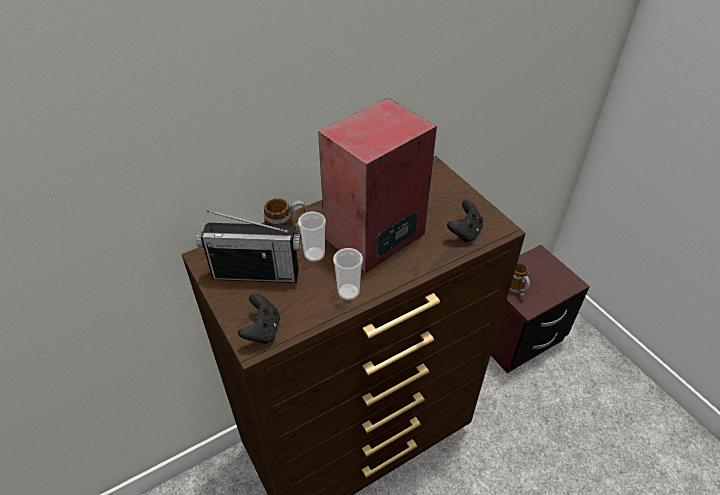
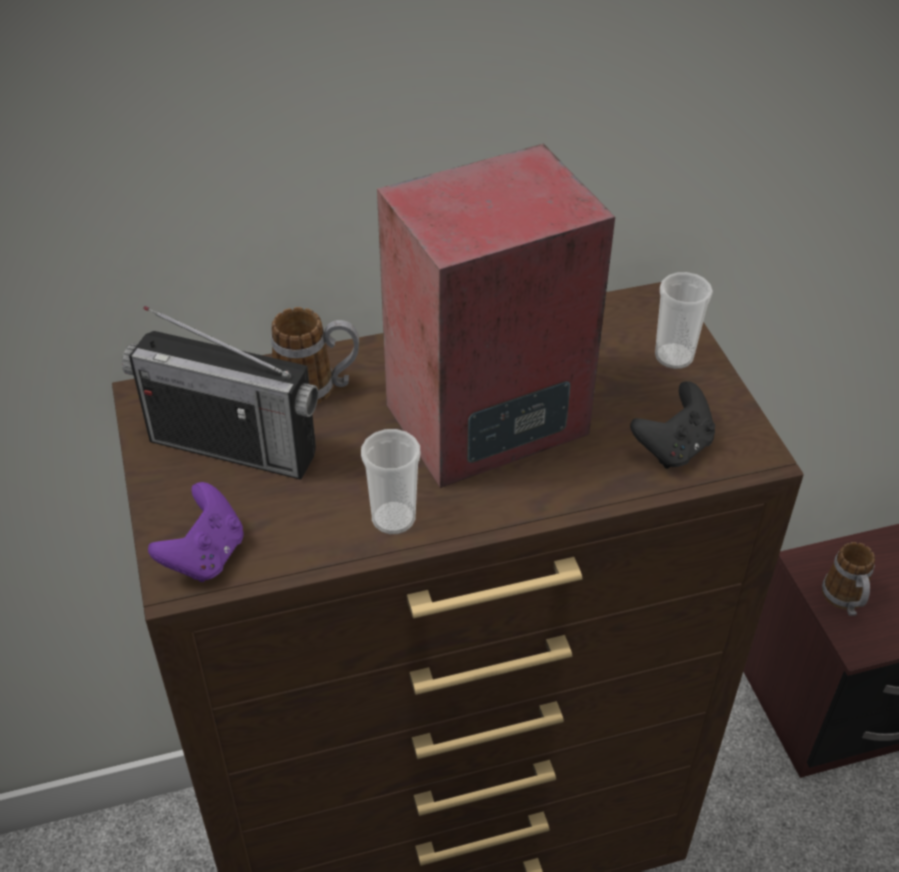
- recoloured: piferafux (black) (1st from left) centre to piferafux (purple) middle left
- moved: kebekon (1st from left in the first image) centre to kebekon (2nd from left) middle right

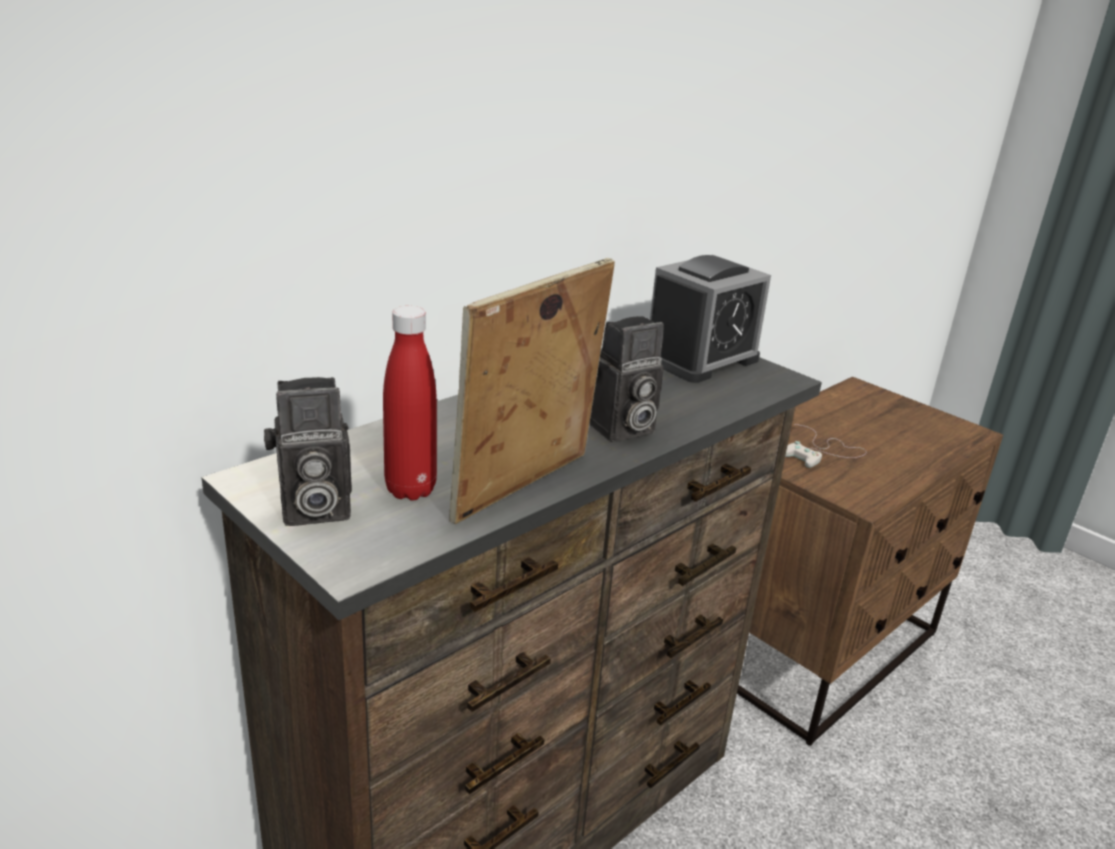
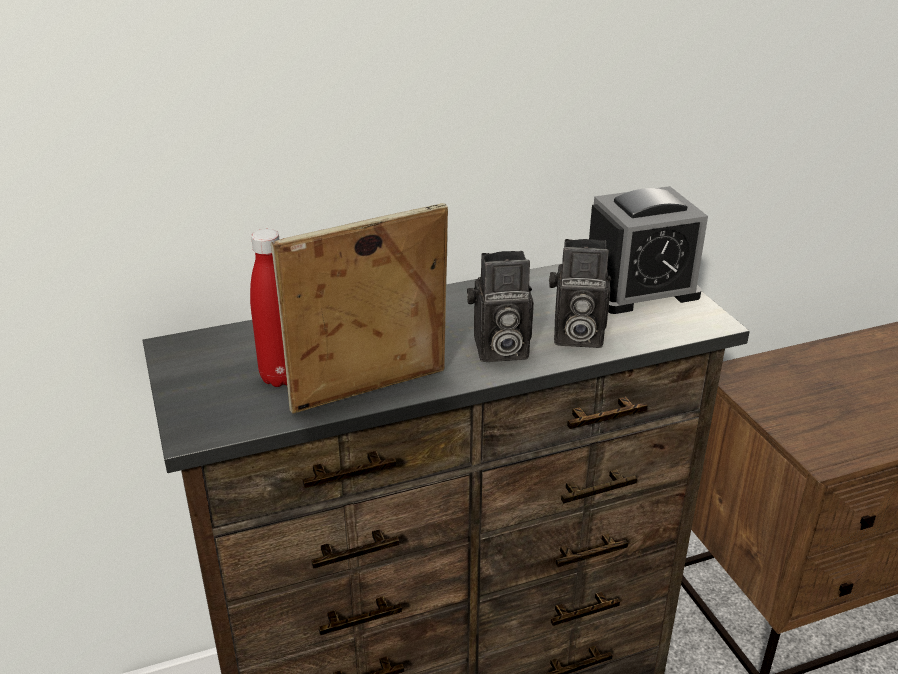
- moved: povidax (1st from left in the first image) middle left to povidax (2nd from left) centre
- removed: piferafux (white) middle right

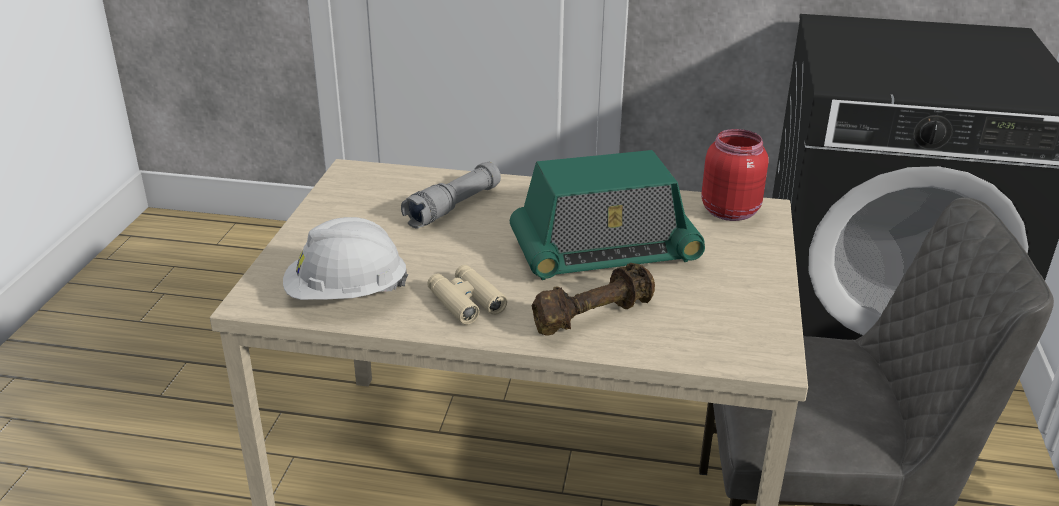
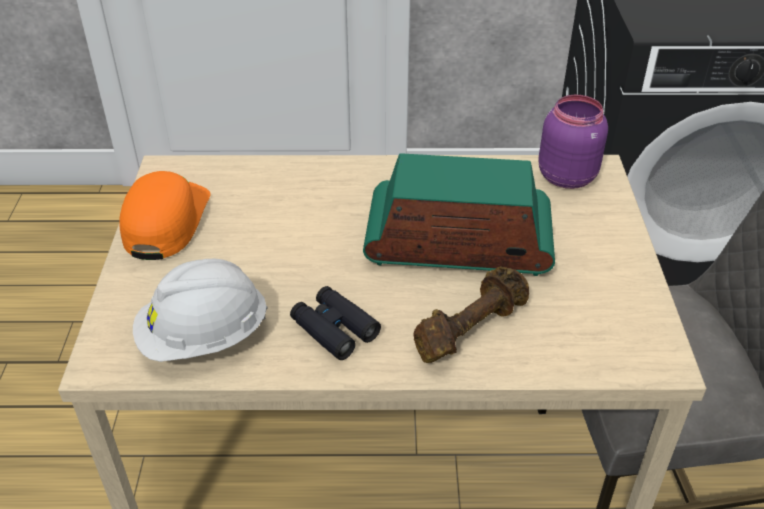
- added: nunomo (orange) middle left
- recoloured: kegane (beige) centre to kegane (black) centre
- turned: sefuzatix centre = centre 150 degrees counterclockwise
- recoloured: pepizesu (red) middle right to pepizesu (purple) top right
- removed: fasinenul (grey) centre

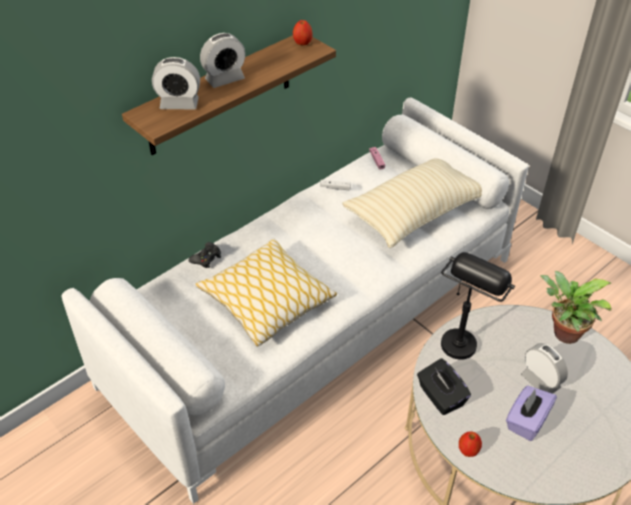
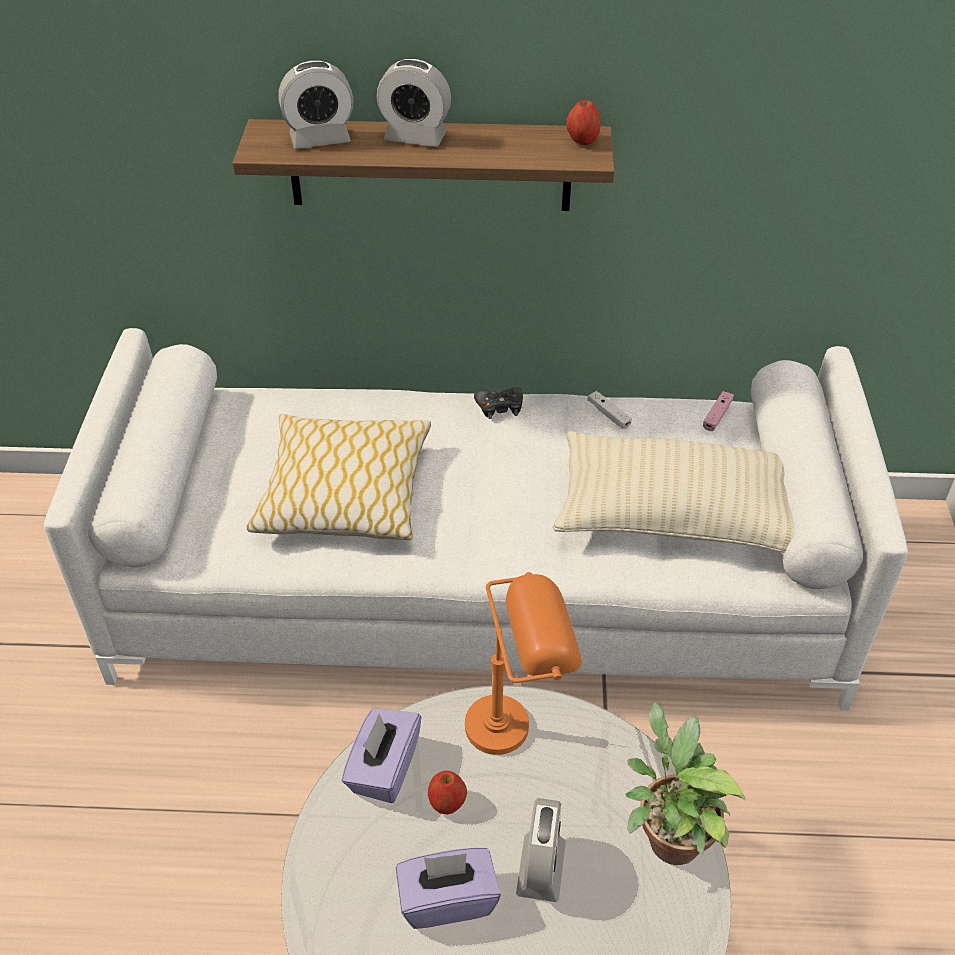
- turned: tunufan (1st from left) top left = top left 60 degrees counterclockwise
- recoloured: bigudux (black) bottom right to bigudux (purple) (1st from left) bottom centre
- moved: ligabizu (2nd from left in the first image) bottom right to ligabizu (1st from left) bottom centre
- recoloured: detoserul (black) middle right to detoserul (orange) bottom centre
- moved: piferafux (black) middle left to centre

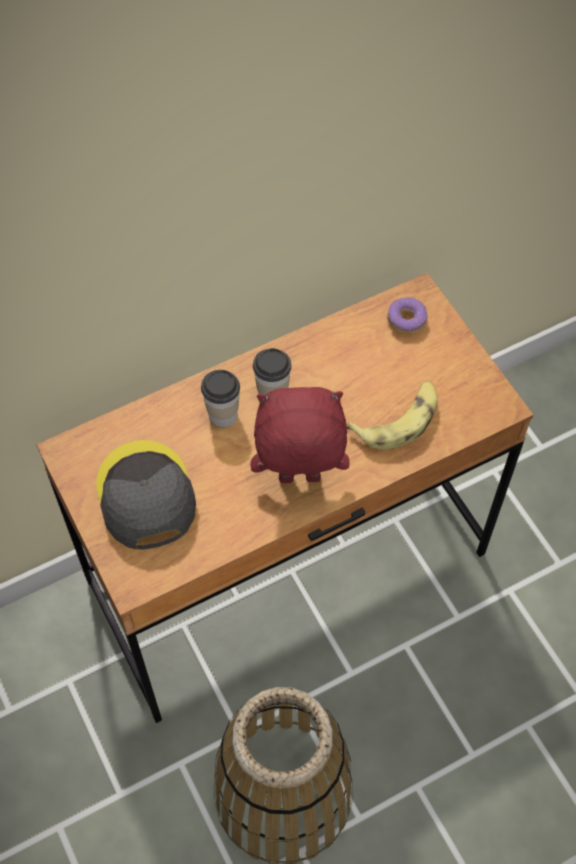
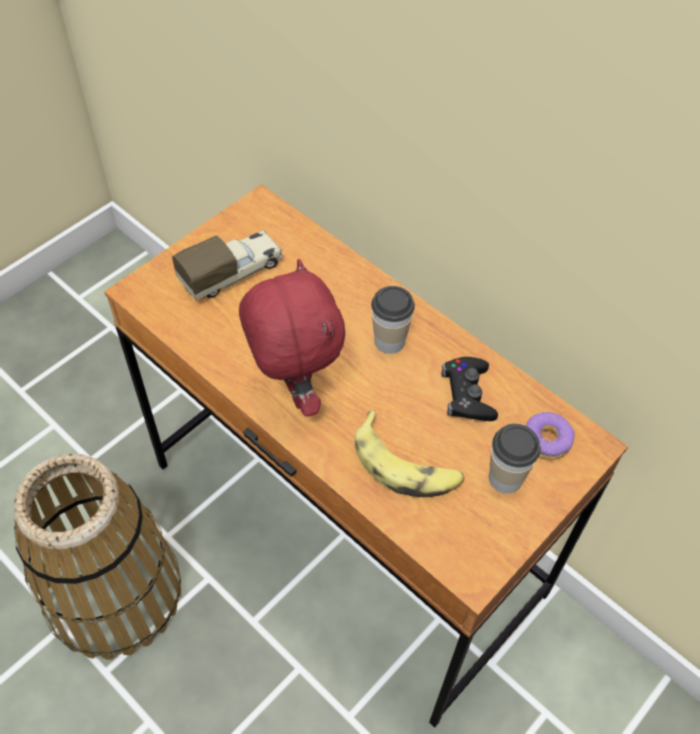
- replaced: nunomo (grey) middle left to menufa middle left
- added: piferafux (black) middle right
- moved: kebekon (1st from left in the first image) centre to kebekon (2nd from left) middle right

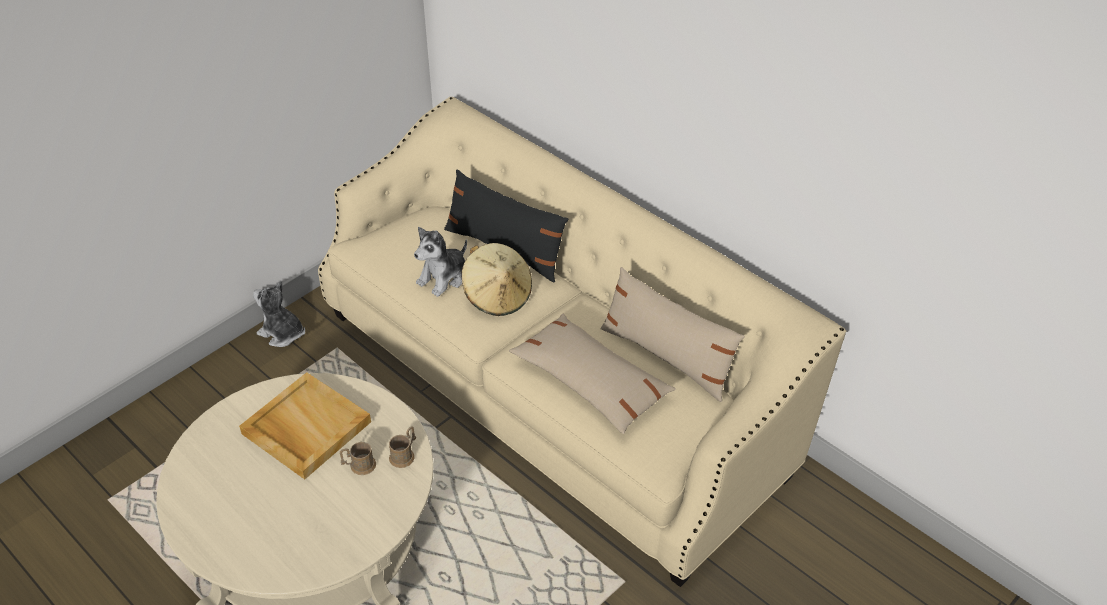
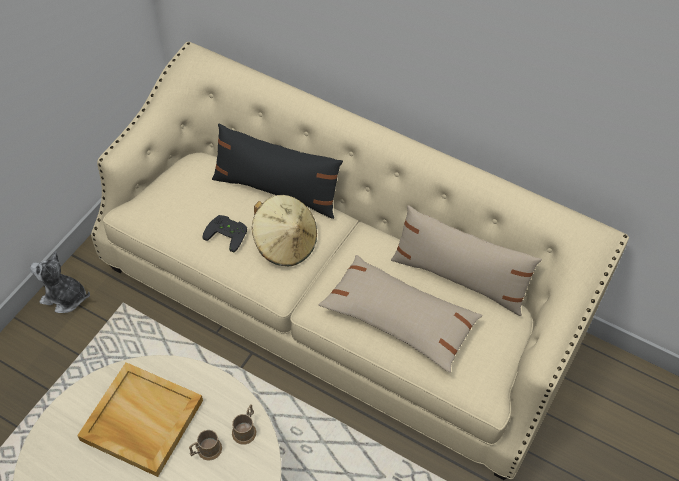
- replaced: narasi (2nd from left) centre to piferafux (black) middle left

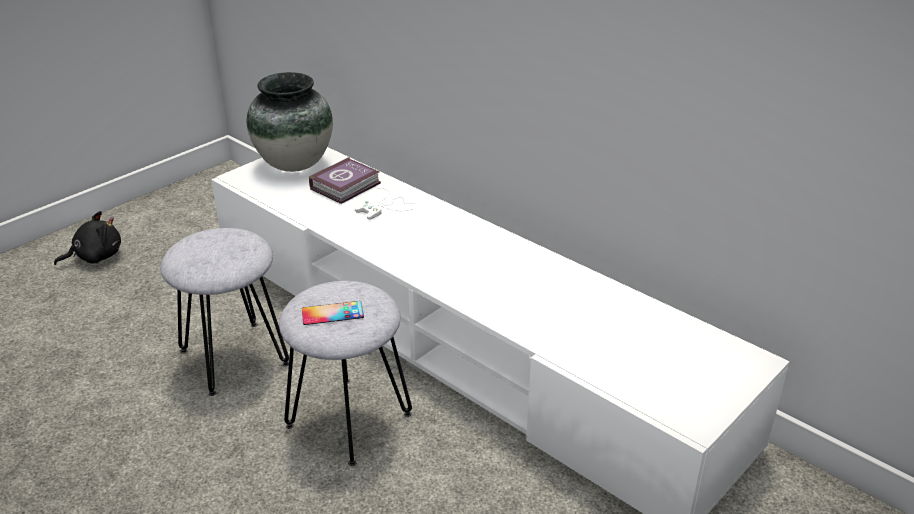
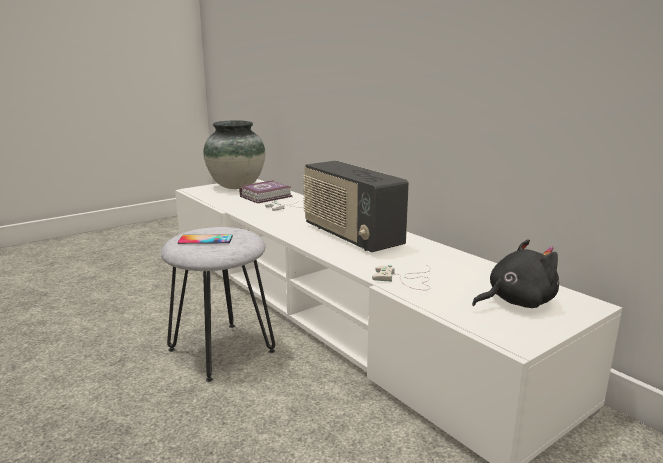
- added: sefuzatix centre
- added: piferafux (white) (2nd from left) centre
- moved: narasi (black) middle left to middle right
- removed: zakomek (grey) (1st from left) middle left

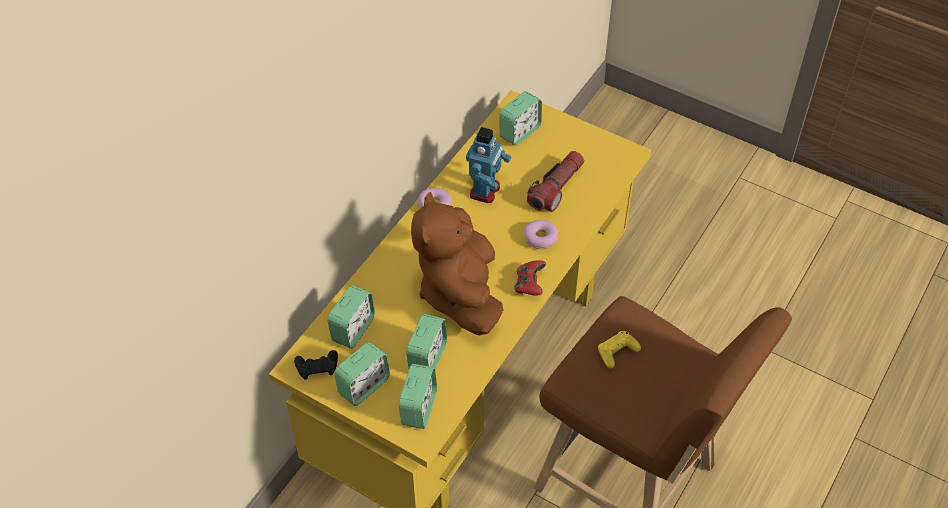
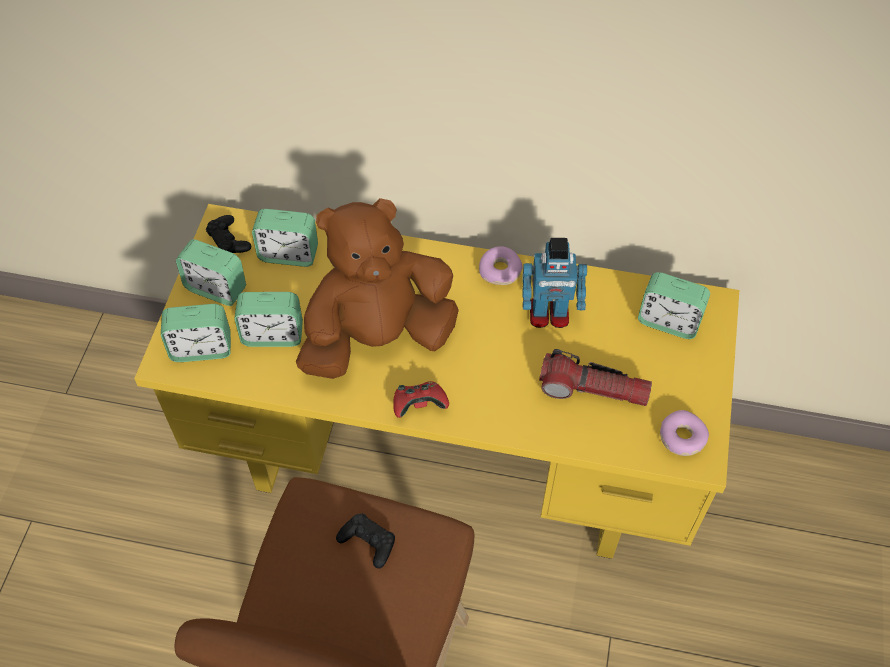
- recoloured: piferafux (yellow) bottom centre to piferafux (black) (2nd from left) bottom centre
- moved: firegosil (2nd from left) centre to middle right

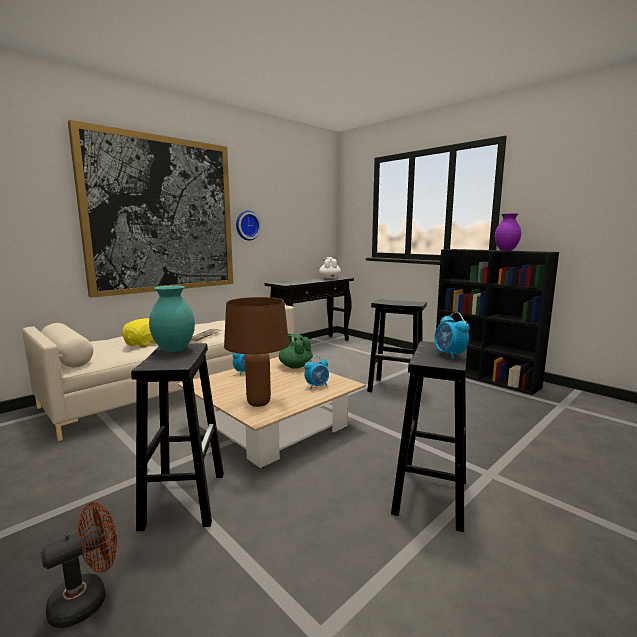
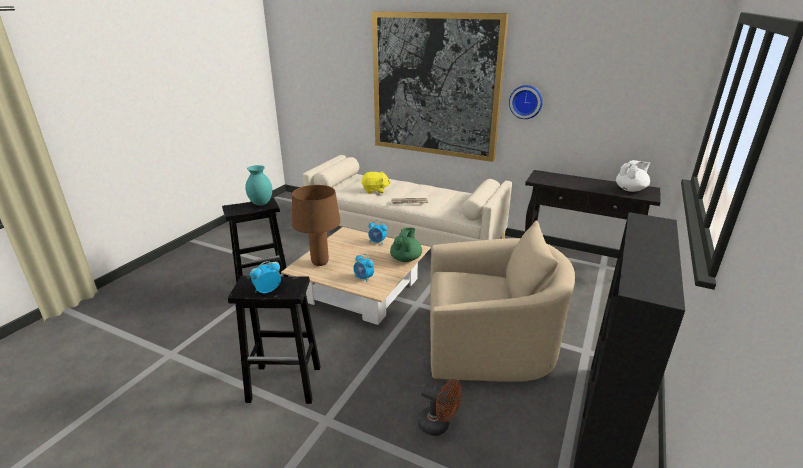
- moved: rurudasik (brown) bottom left to bottom centre
- replaced: zakomek (black) (2nd from left) centre to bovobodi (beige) centre
- removed: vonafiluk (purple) middle right

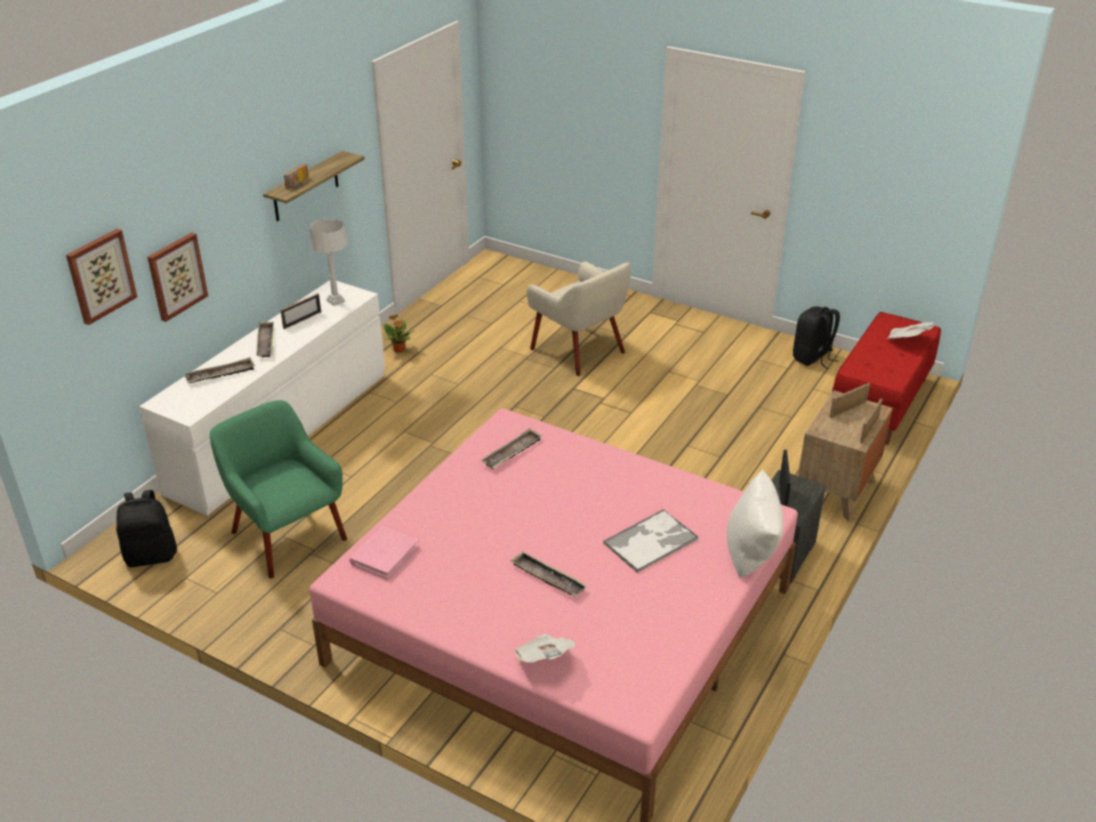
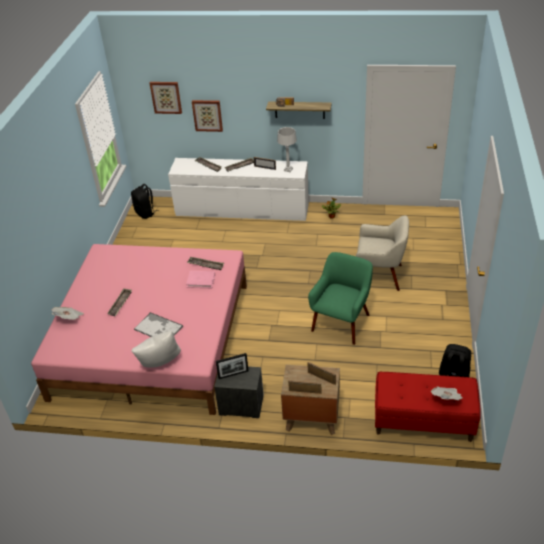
- moved: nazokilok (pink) bottom centre to centre
- moved: bovobodi (green) middle left to centre
- turned: bovobodi (beige) centre = middle right 105 degrees counterclockwise

